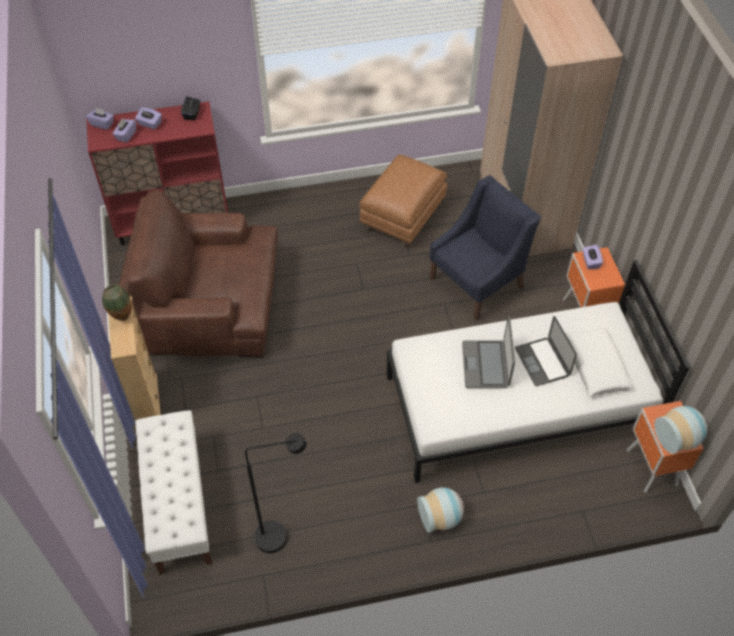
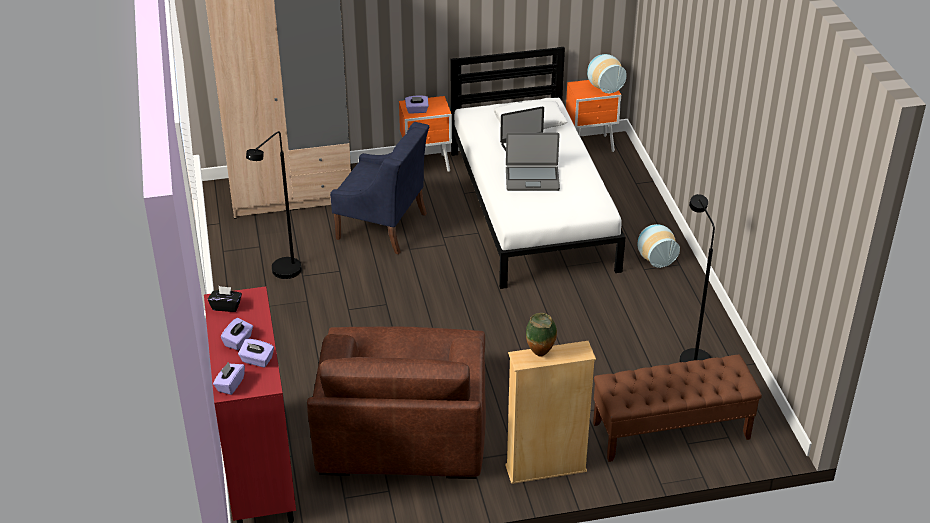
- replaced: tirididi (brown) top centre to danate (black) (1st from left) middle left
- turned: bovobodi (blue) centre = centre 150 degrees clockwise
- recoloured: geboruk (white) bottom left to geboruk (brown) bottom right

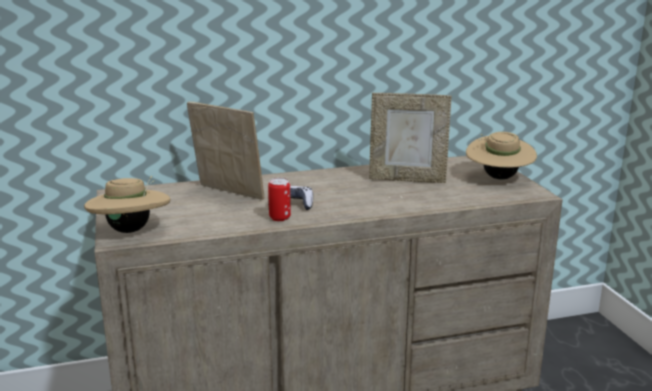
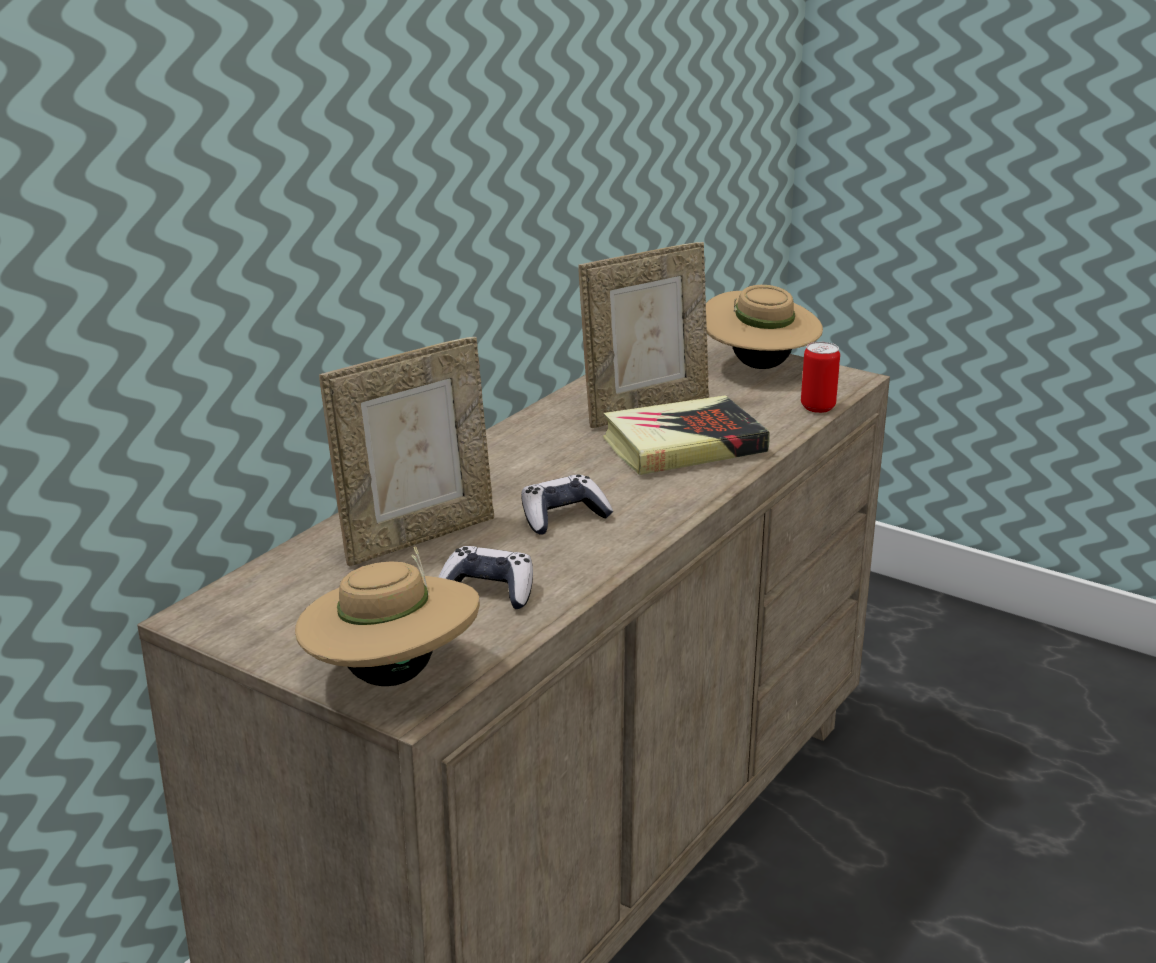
- turned: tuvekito (1st from left) centre = centre 150 degrees clockwise
- added: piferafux (1st from left) centre
- added: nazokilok centre
- moved: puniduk centre to middle right

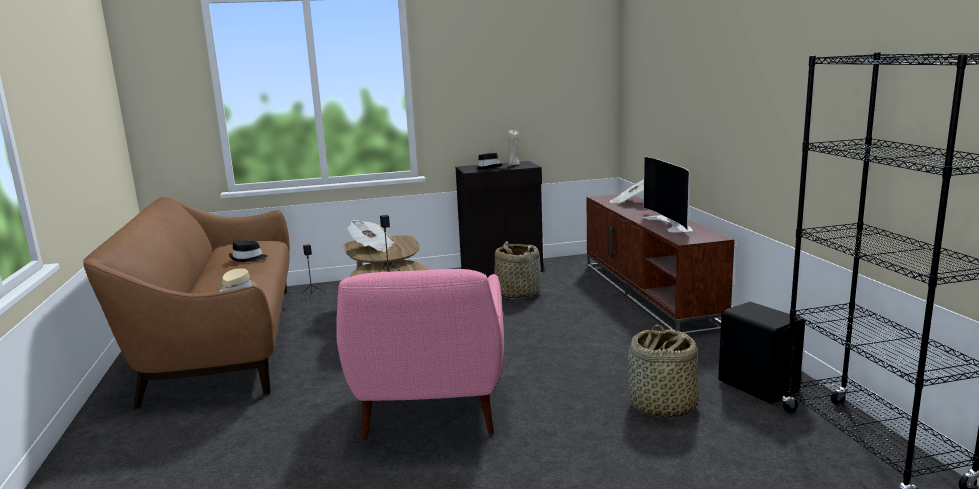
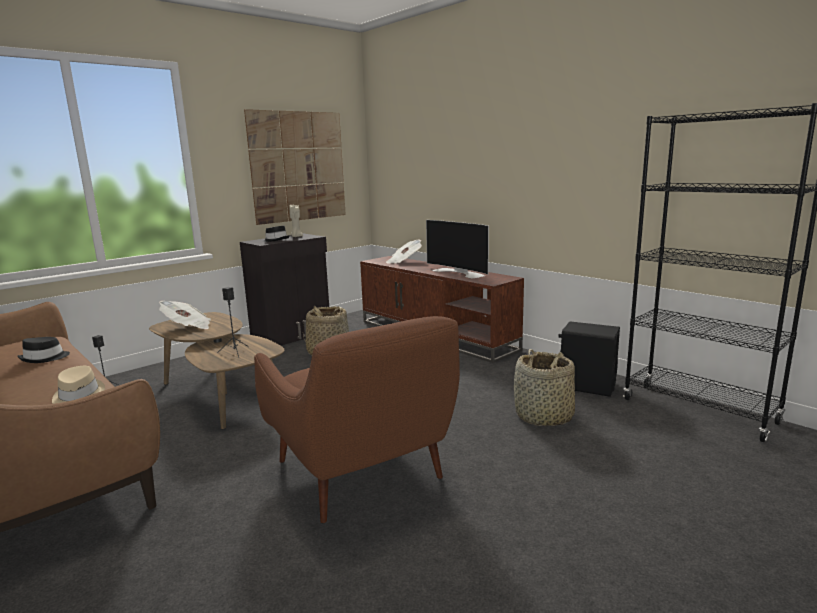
- added: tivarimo top centre
- recoloured: bovobodi (pink) bottom centre to bovobodi (brown) bottom centre

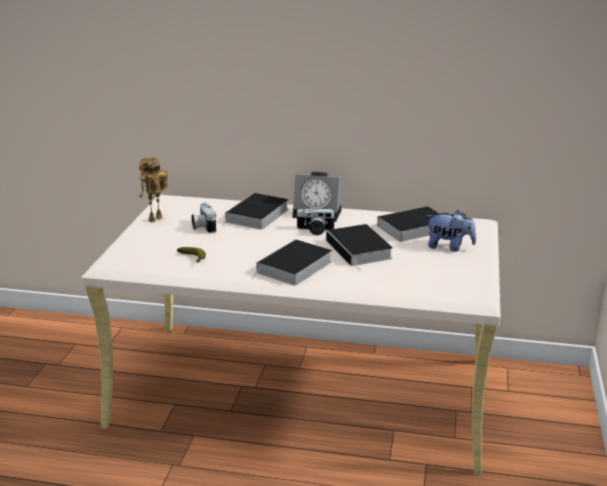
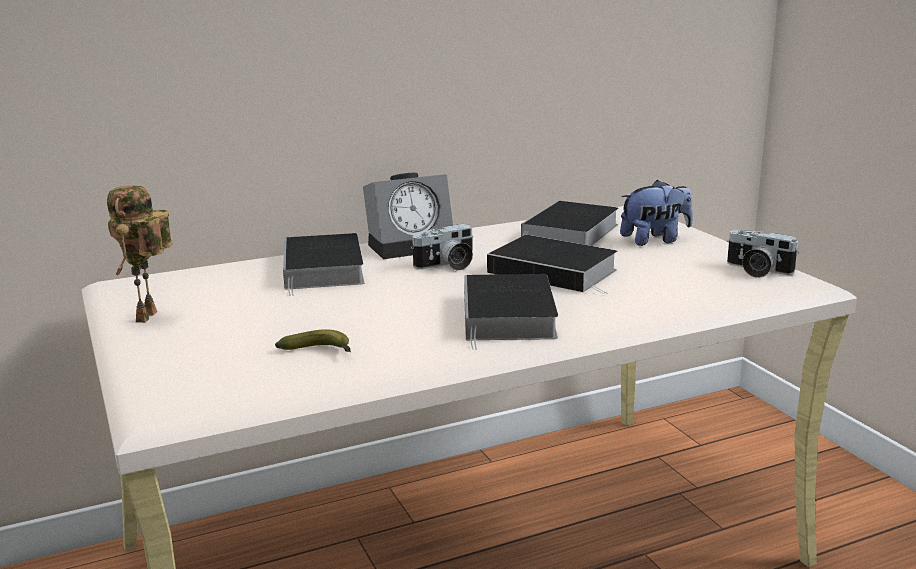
- moved: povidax (1st from left in the first image) centre to povidax (2nd from left) middle right

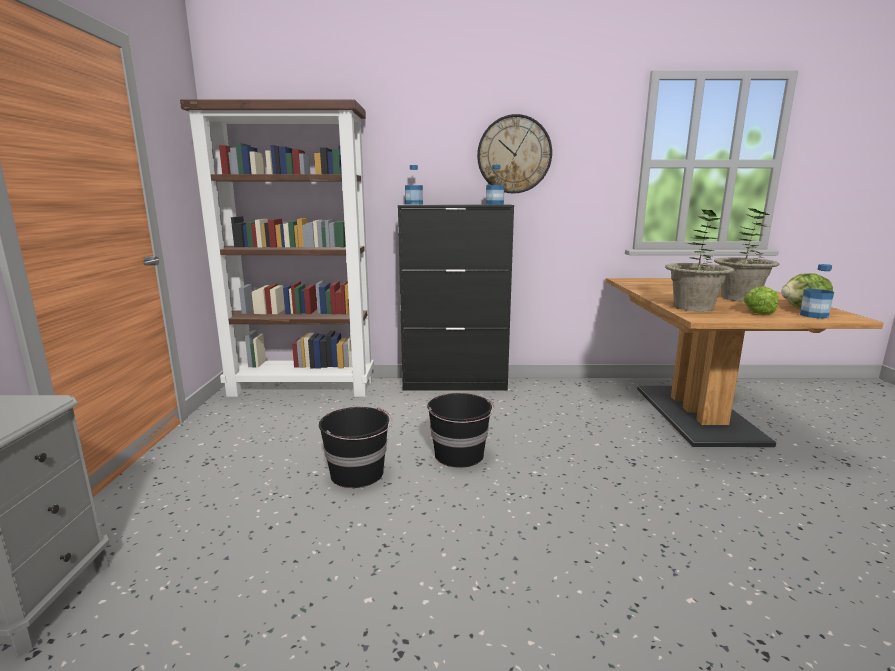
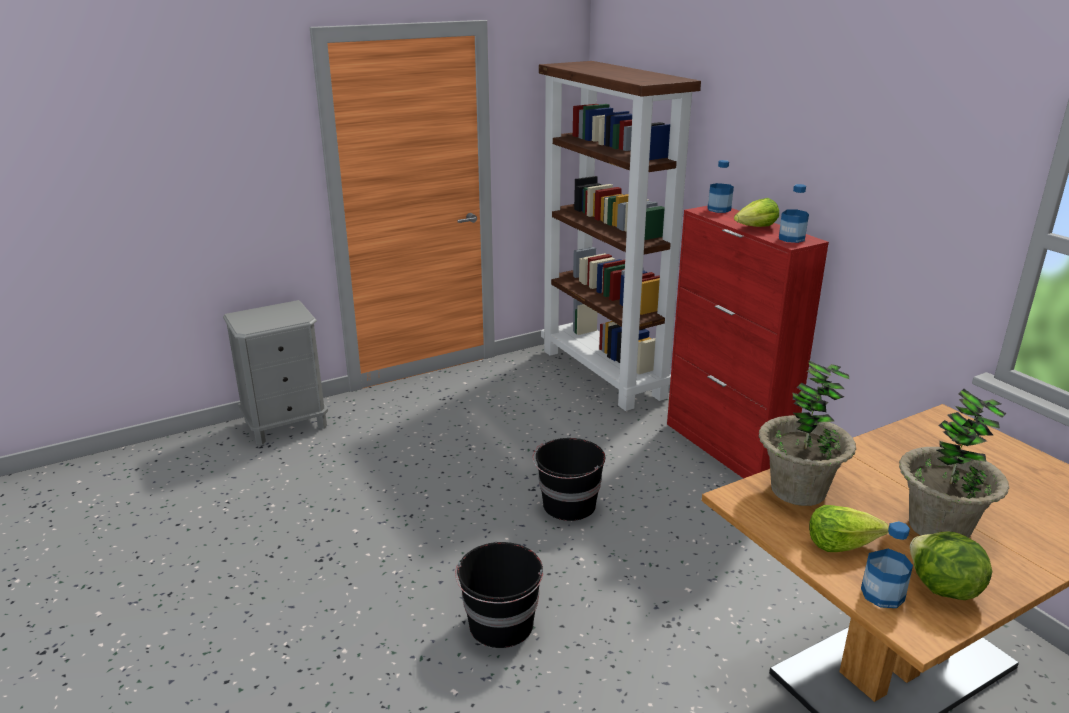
- moved: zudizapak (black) (1st from left) centre to bottom centre
- recoloured: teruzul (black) centre to teruzul (red) middle right
- added: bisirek (1st from left) top right
- removed: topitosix top centre

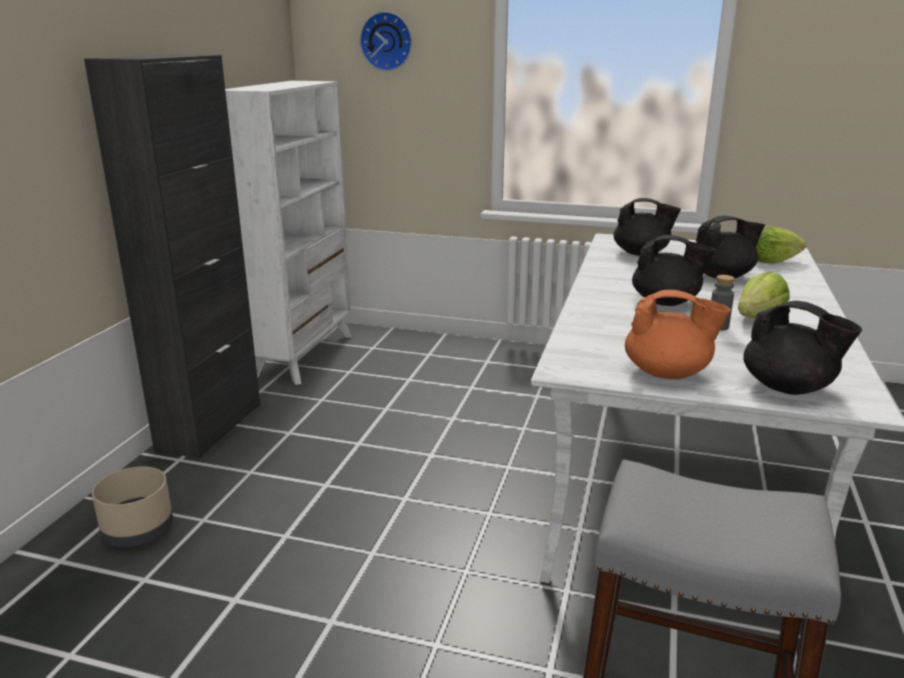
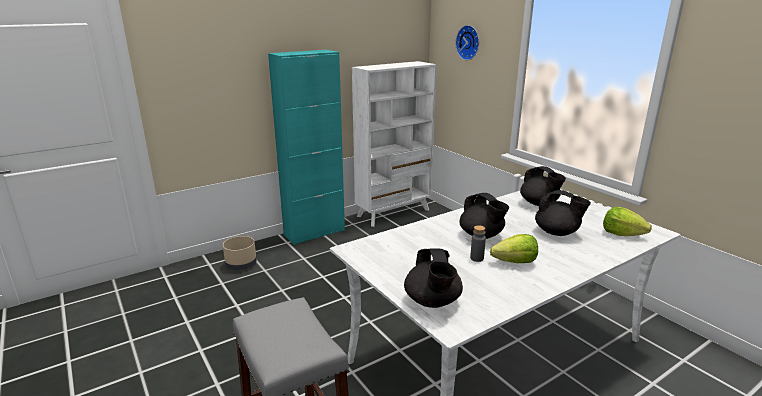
- recoloured: teruzul (black) middle left to teruzul (turquoise) centre
- removed: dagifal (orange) middle right

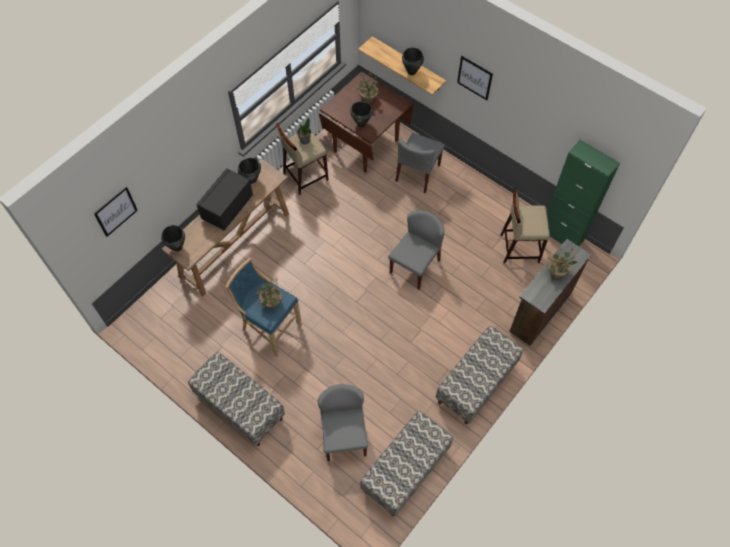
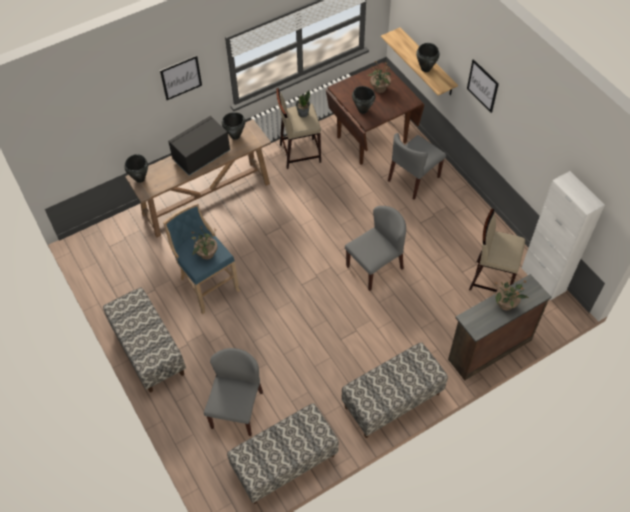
- moved: tivarimo (1st from left) middle left to top left
- recoloured: teruzul (green) middle right to teruzul (white) middle right

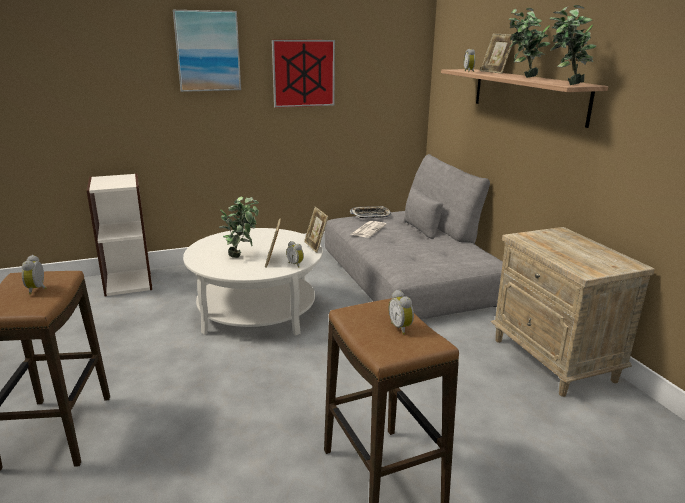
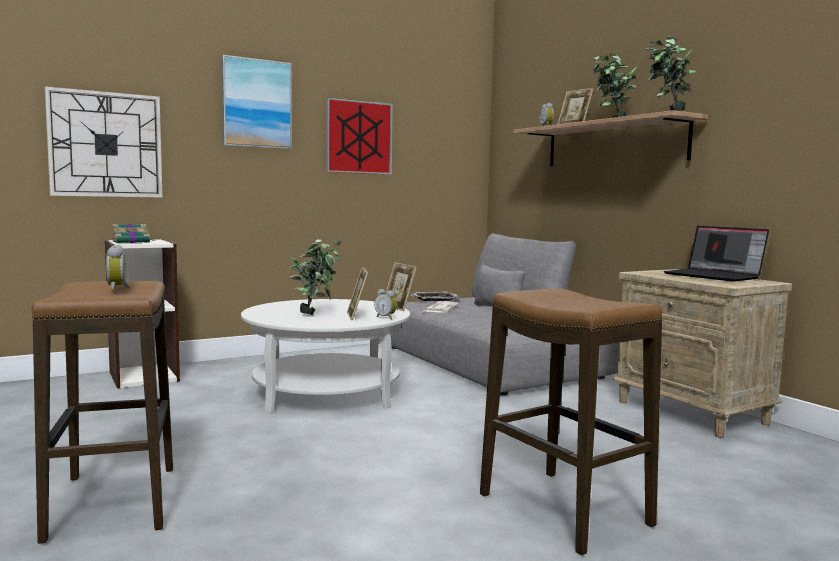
- added: topitosix top left
- added: nazokilok middle left
- added: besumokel middle right
- removed: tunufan (3rd from left) centre

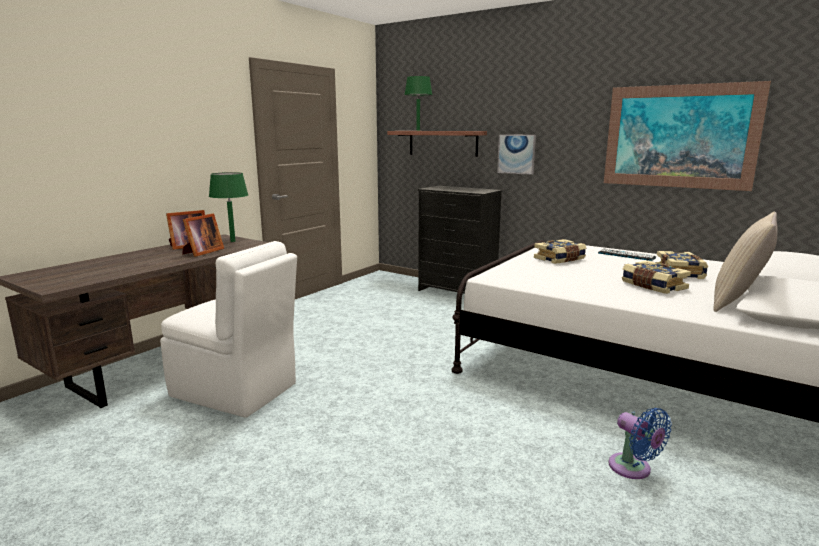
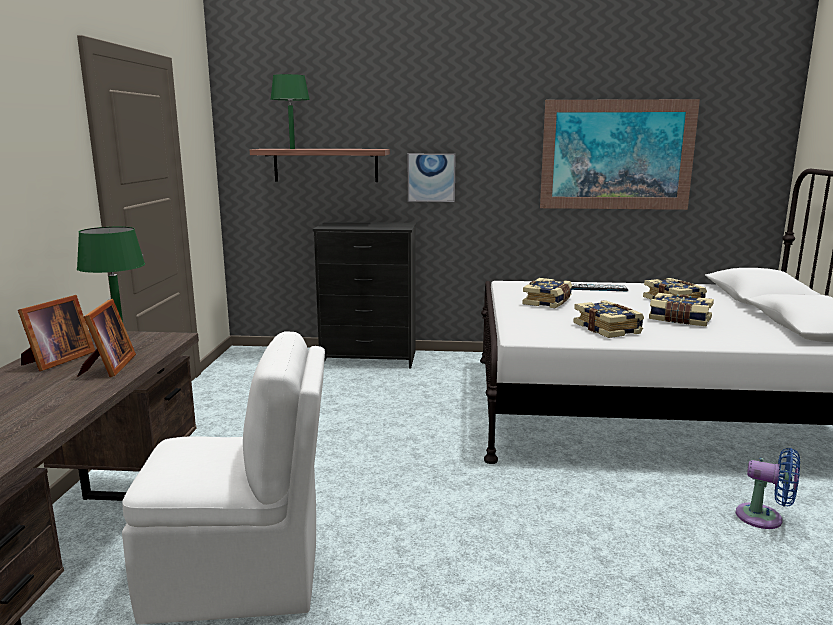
- added: nazokilok (2nd from left) middle right
- removed: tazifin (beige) middle right

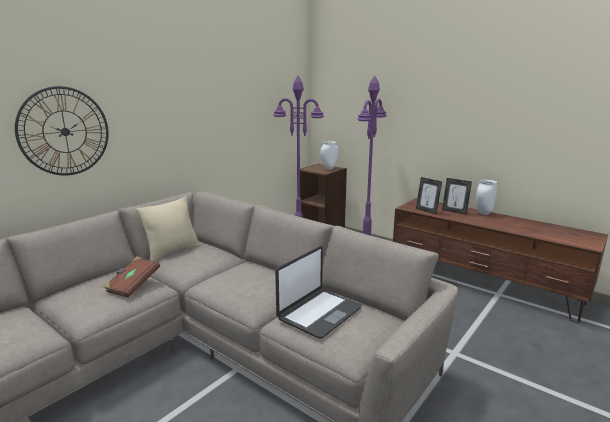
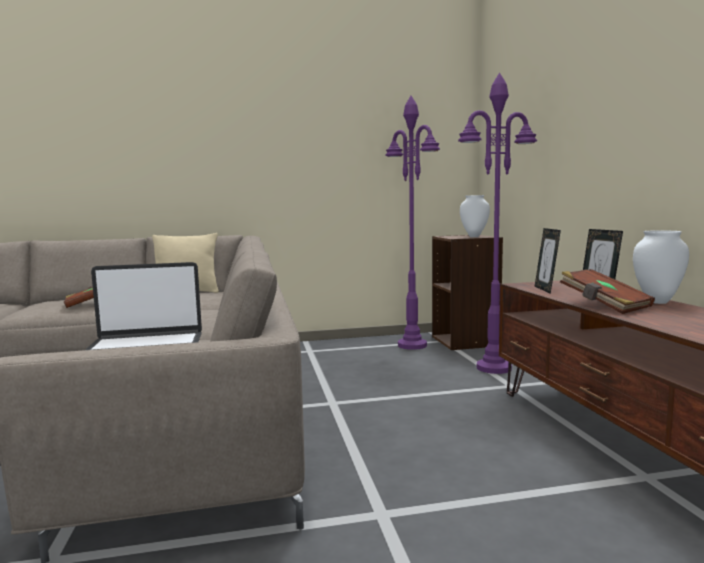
- added: nazokilok (brown) (2nd from left) middle right
- removed: topitosix top left

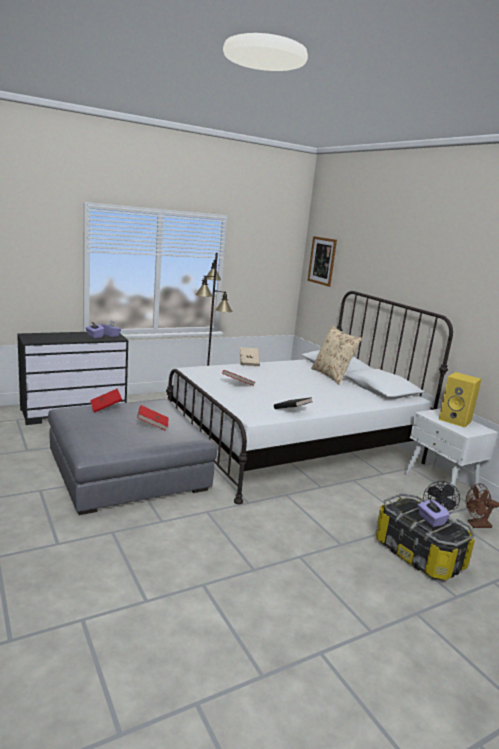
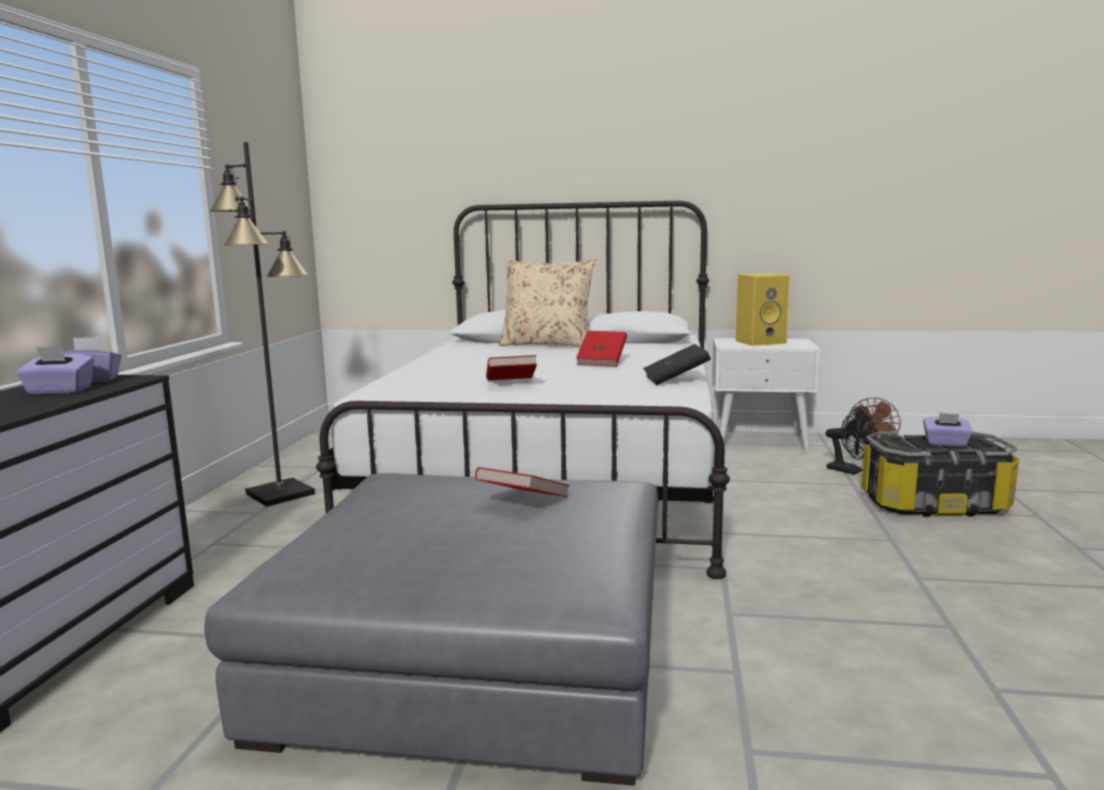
- moved: nazokilok (red) (1st from left in the first image) middle left to nazokilok (red) (3rd from left) centre
- removed: nazokilok (beige) centre
- removed: tivarimo centre

